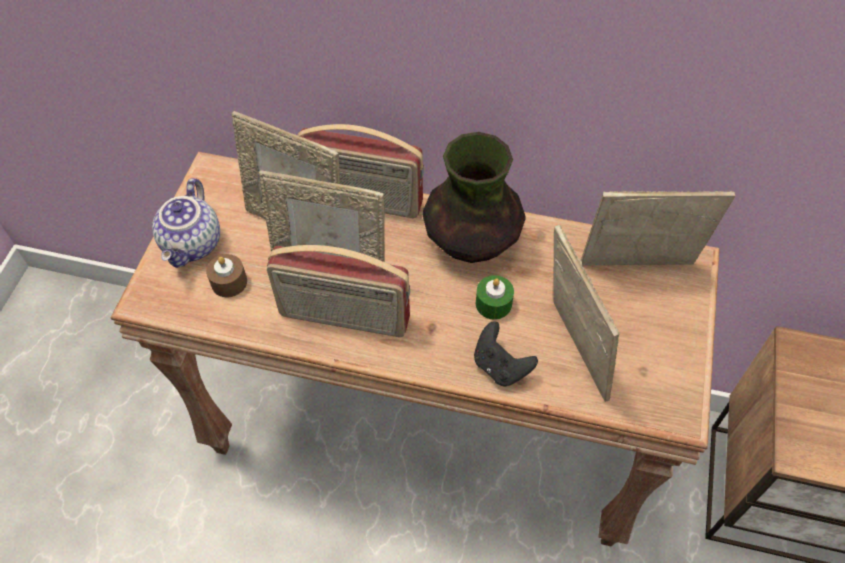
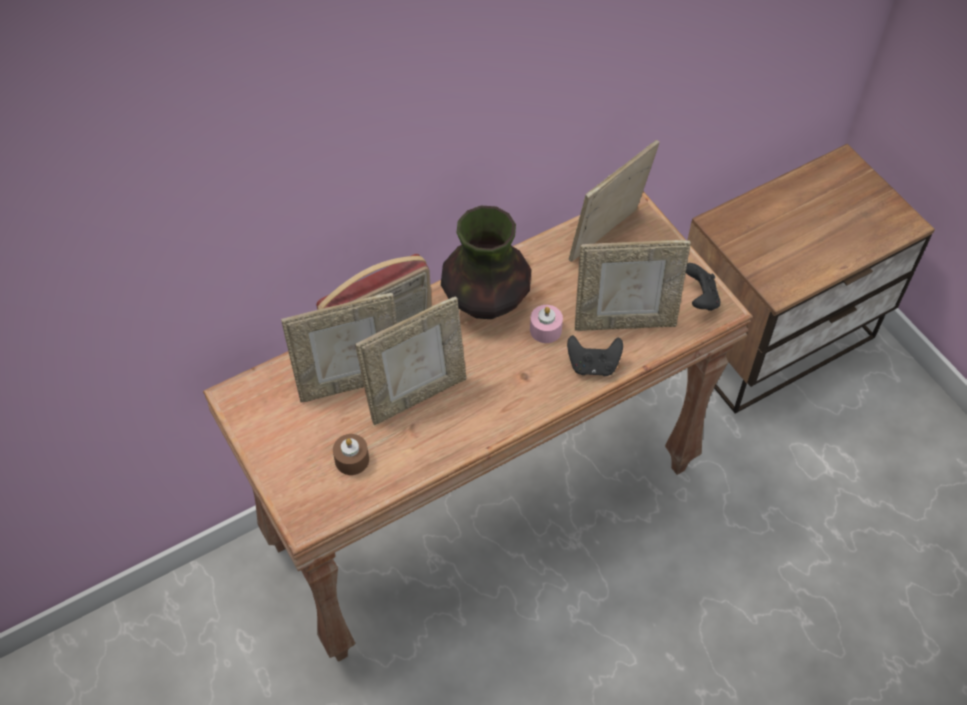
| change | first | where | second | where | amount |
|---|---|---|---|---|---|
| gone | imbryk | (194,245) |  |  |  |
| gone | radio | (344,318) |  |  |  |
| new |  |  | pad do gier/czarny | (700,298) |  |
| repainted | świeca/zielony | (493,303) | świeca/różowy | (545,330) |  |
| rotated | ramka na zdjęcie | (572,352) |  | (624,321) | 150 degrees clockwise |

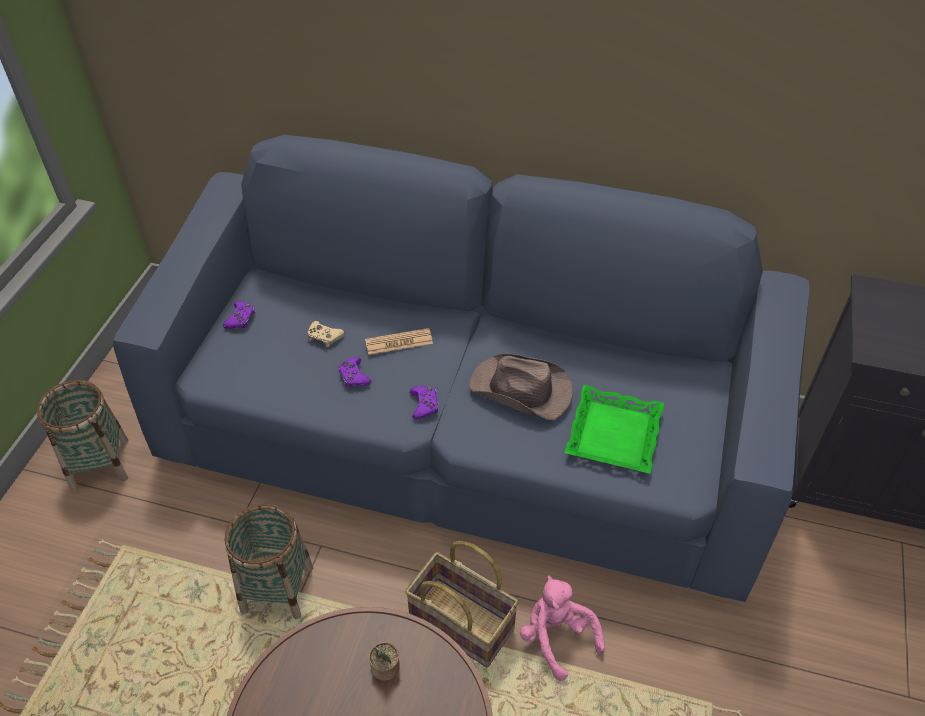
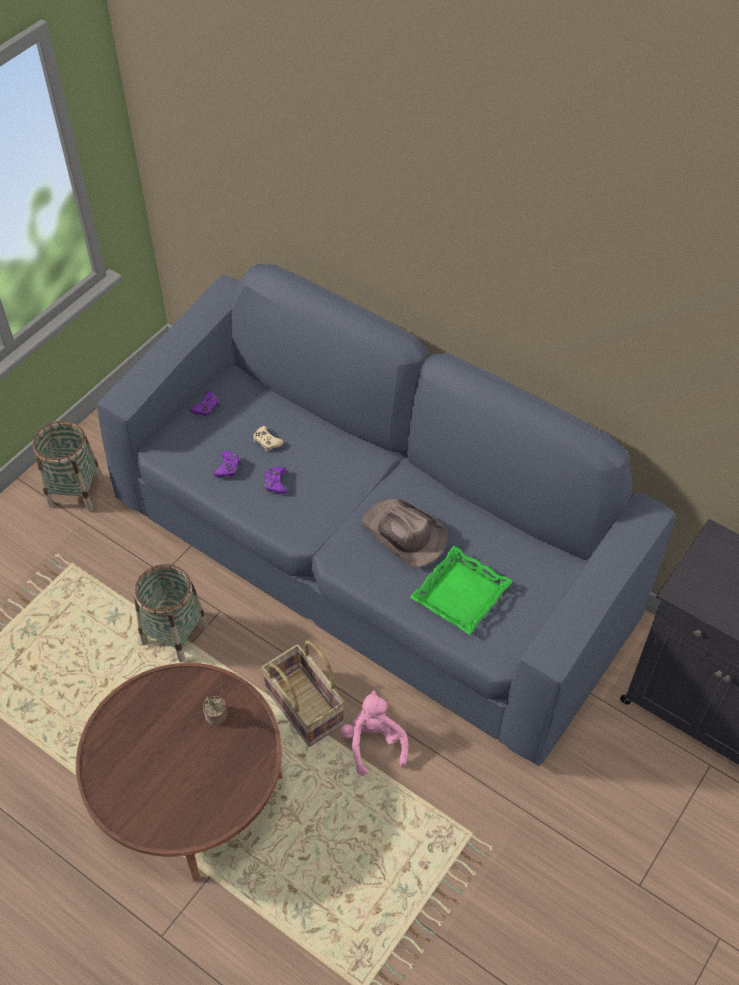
| change | first | where | second | where | amount |
|---|---|---|---|---|---|
| gone | gazeta | (399,342) |  |  |  |
| shifted | pad do gier/fioletowy | (424,405) |  | (228,467) |  |

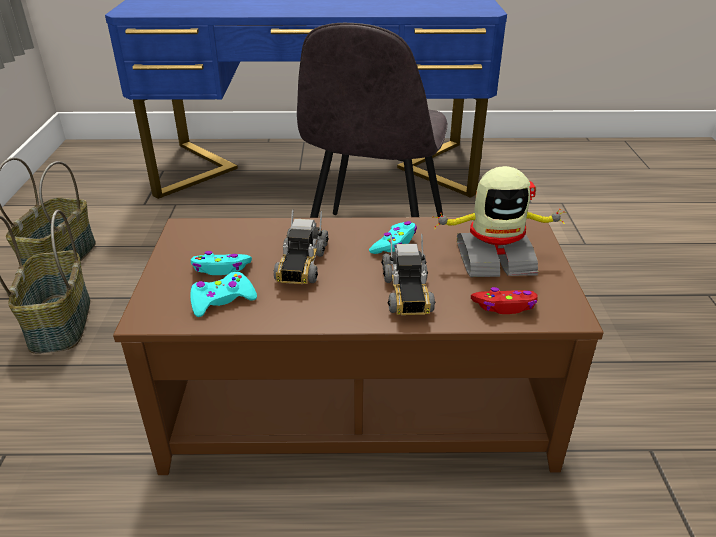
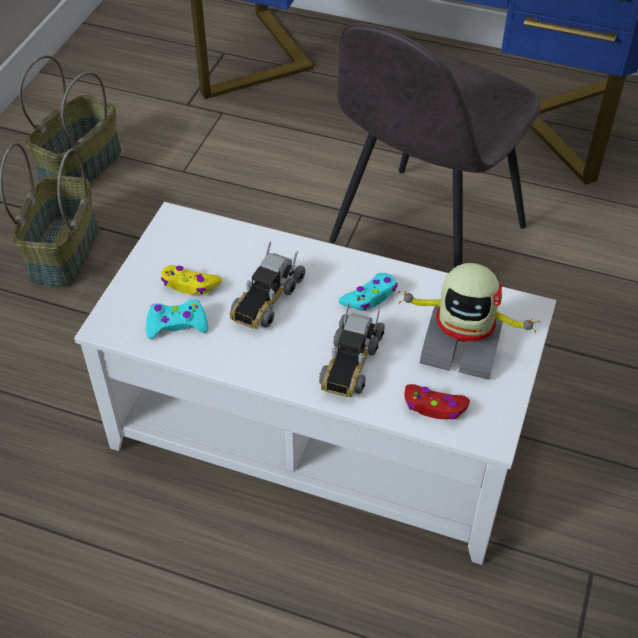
| change | first | where | second | where | amount |
|---|---|---|---|---|---|
| repainted | ława/brązowy | (358,400) | ława/biały | (320,427) |  |
| repainted | pad do gier/turkusowy | (221,269) | pad do gier/żółty | (190,285) |  |

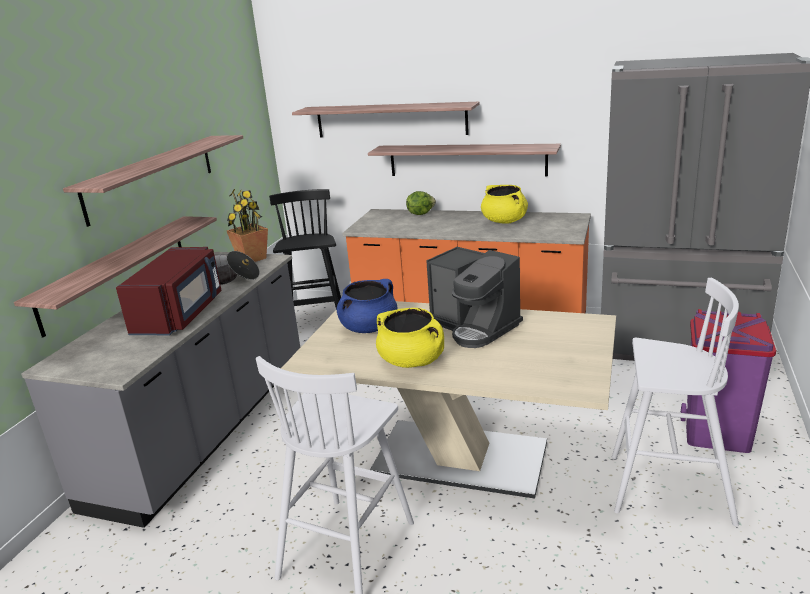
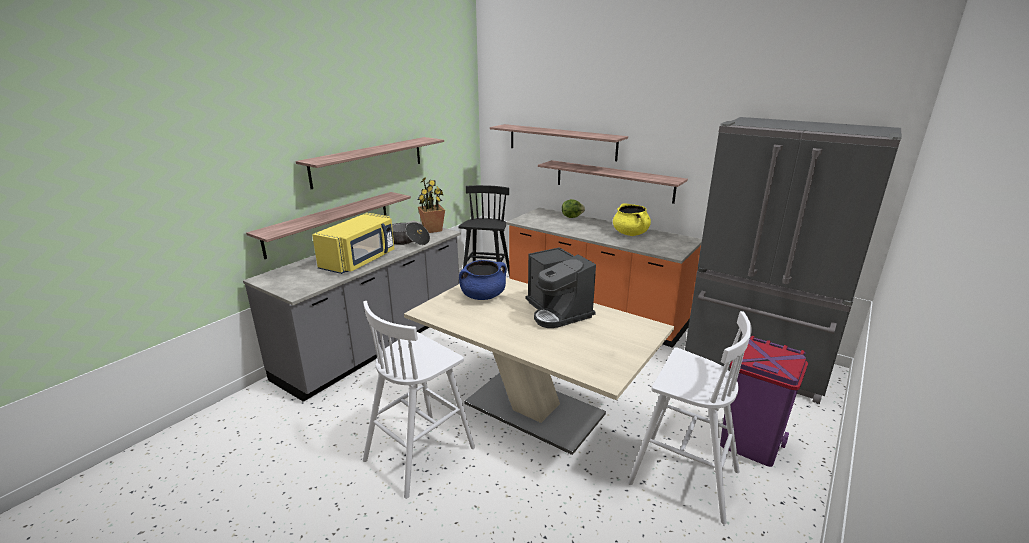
| change | first | where | second | where | amount |
|---|---|---|---|---|---|
| gone | garnek/żółty | (412,361) |  |  |  |
| repainted | mikrofalówka/czerwony | (180,314) | mikrofalówka/żółty | (360,261) |  |

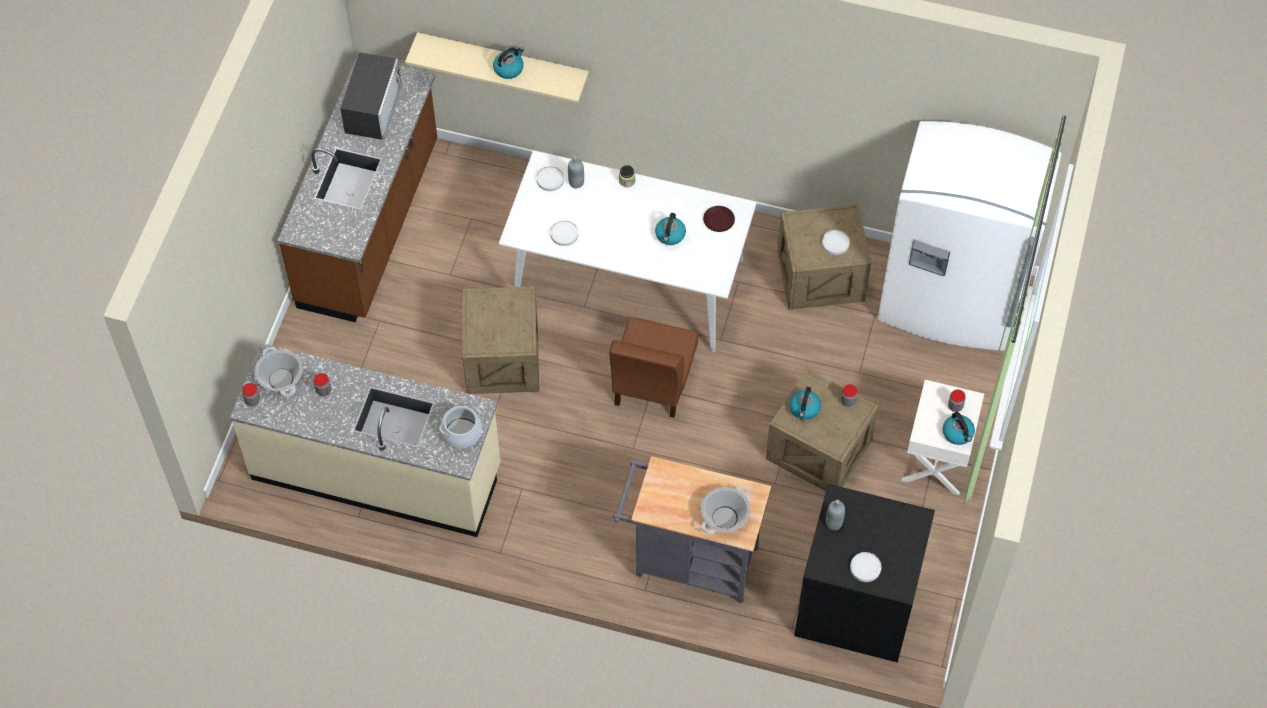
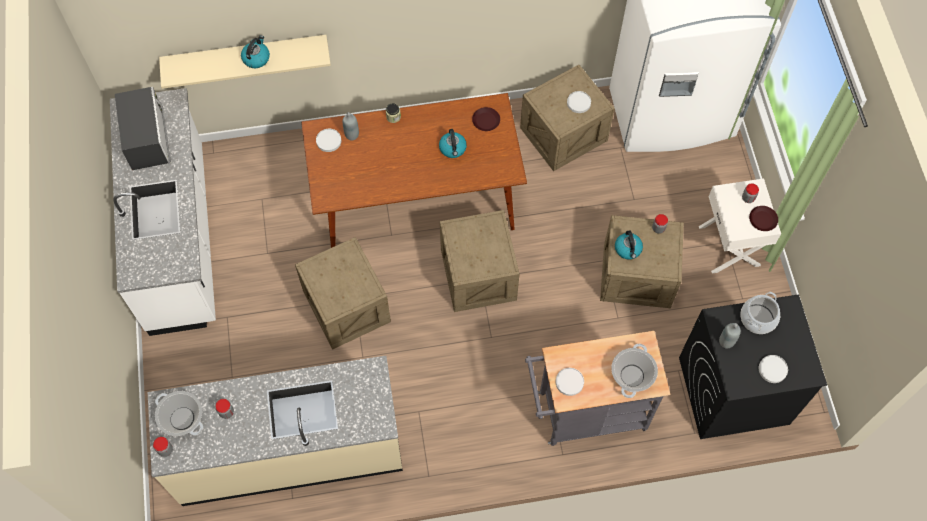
| change | first | where | second | where | amount |
|---|---|---|---|---|---|
| shifted | garnek | (462,433) |  | (758,318) |  |
| shifted | talerz/biały | (564,234) |  | (569,382) |  |
| swapped | krzesło/brązowy | (652,382) | skrzynka | (478,275) |  |
| swapped | czajnik | (958,433) | talerz/brązowy | (762,219) |  |
| repainted | zabudowa kuchenna/brązowy | (370,226) | zabudowa kuchenna/biały | (179,238) |  |
| repainted | stół jadalny/biały | (629,281) | stół jadalny/brązowy | (417,198) |  |

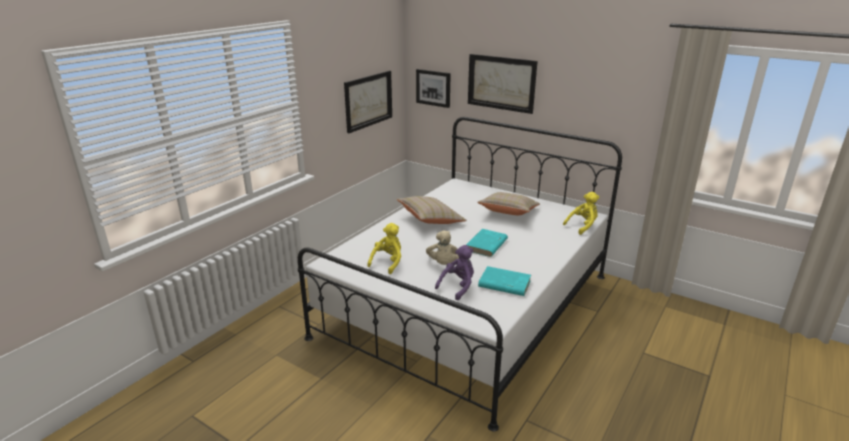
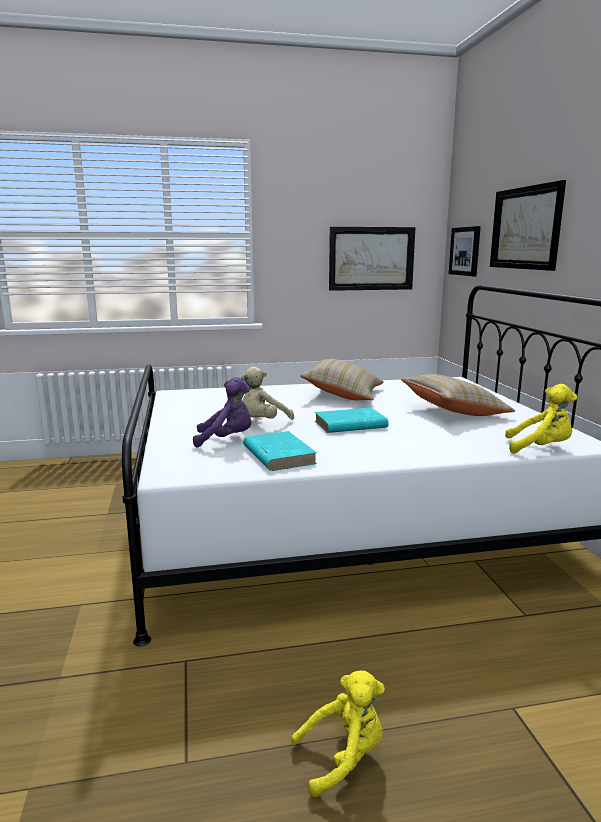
| change | first | where | second | where | amount |
|---|---|---|---|---|---|
| shifted | pluszak/żółty | (388,262) |  | (343,757) |  |

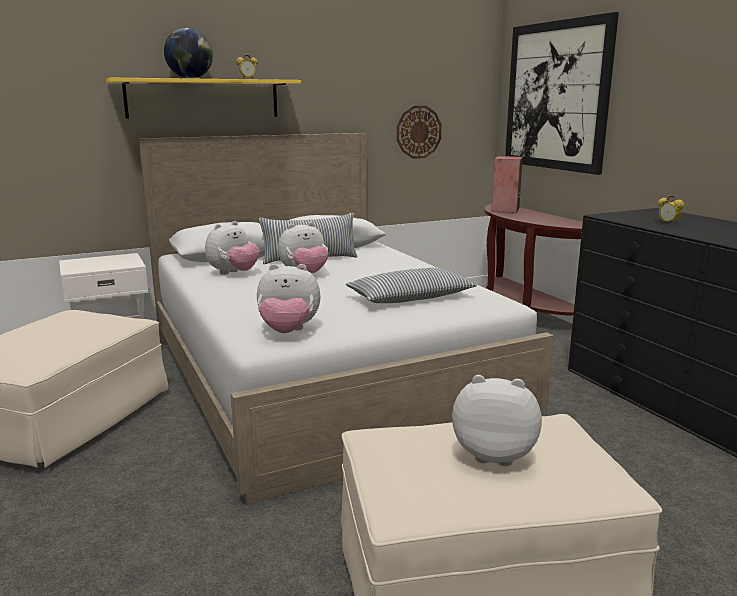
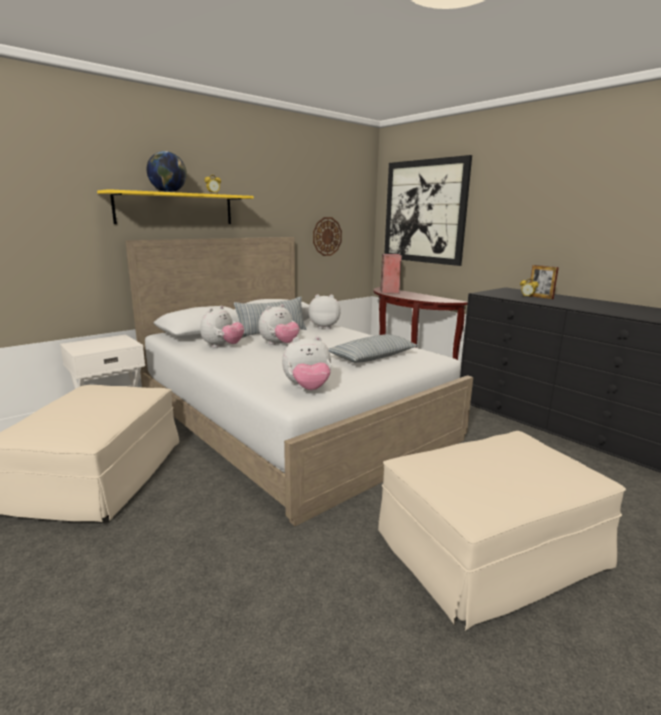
| change | first | where | second | where | amount |
|---|---|---|---|---|---|
| new |  |  | ramka na zdjęcie | (540,297) |  |
| shifted | pluszak | (494,454) |  | (324,327) |  |

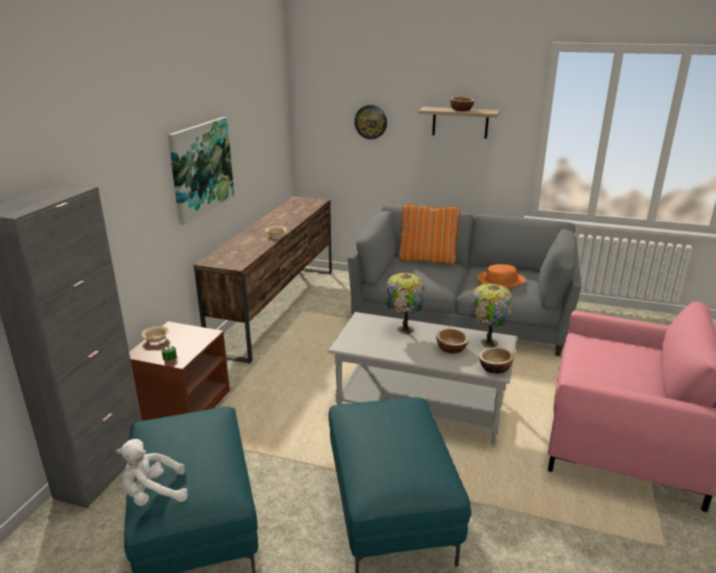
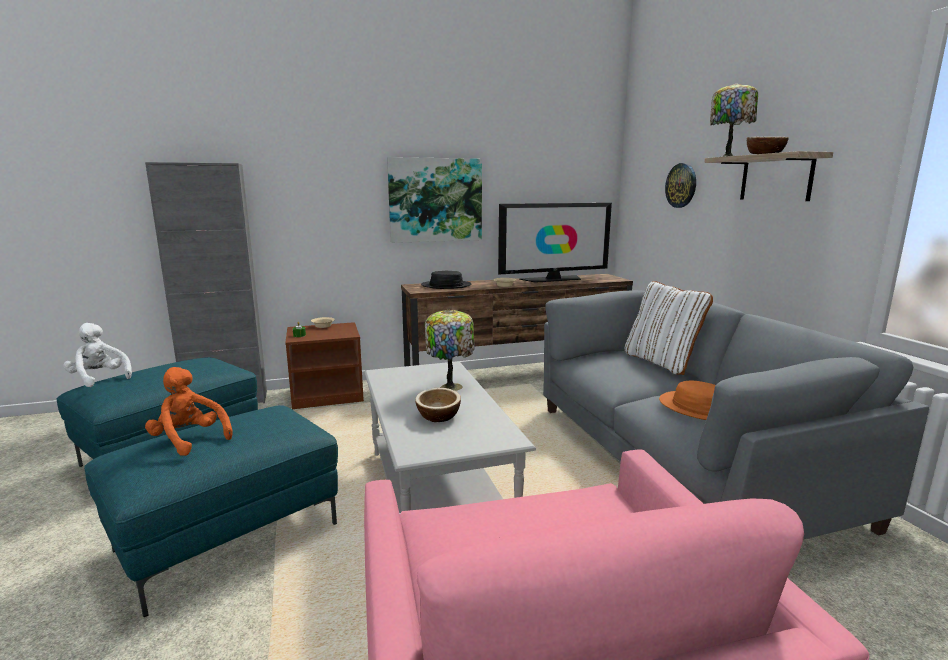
| change | first | where | second | where | amount |
|---|---|---|---|---|---|
| gone | miska | (495,368) |  |  |  |
| new |  |  | pluszak/pomarańczowy | (189,440) |  |
| new |  |  | kapelusz/czarny | (446,286) |  |
| new |  |  | telewizor | (553,279) |  |
| shifted | lampa stołowa | (487,342) |  | (728,157) |  |
| repainted | poduszka/pomarańczowy | (427,259) | poduszka/biały | (661,362) |  |

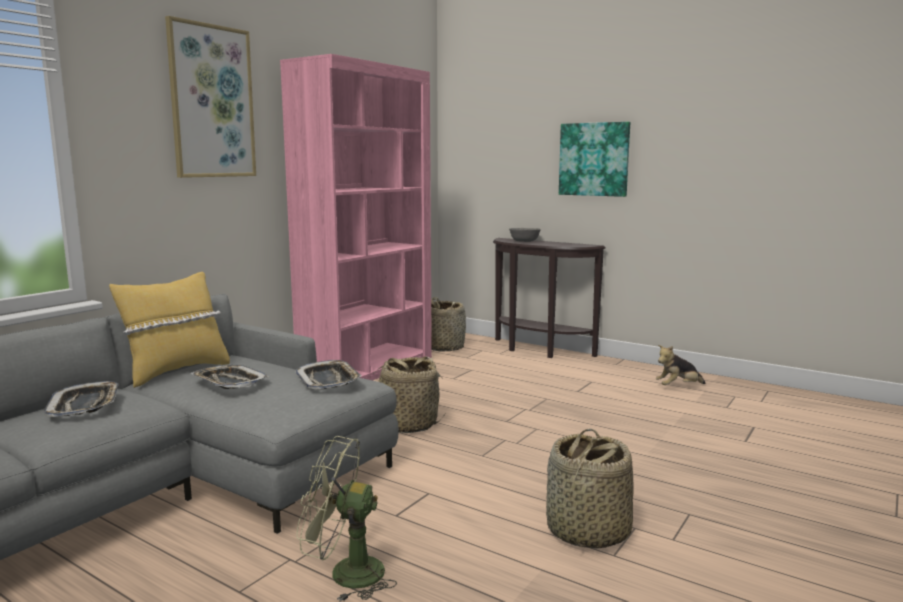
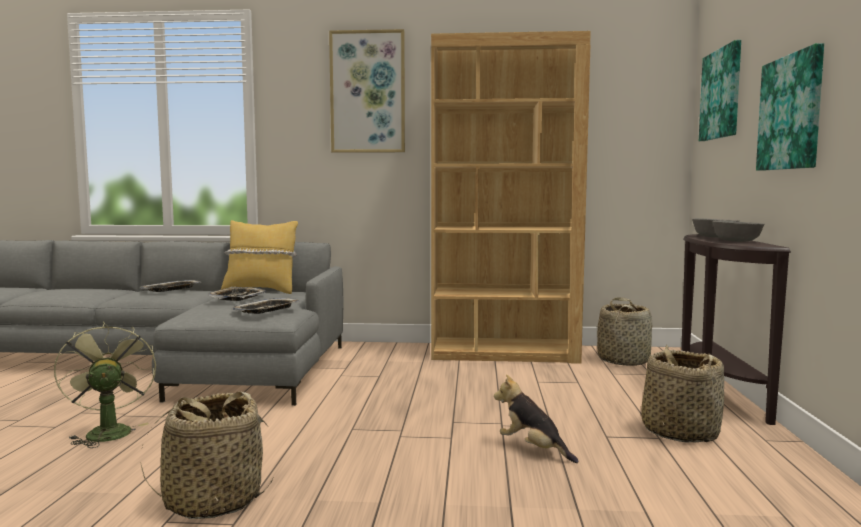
| change | first | where | second | where | amount |
|---|---|---|---|---|---|
| new |  |  | obraz | (721,94) |  |
| new |  |  | miska/szary | (736,241) |  |
| shifted | koszyk | (407,424) |  | (679,432) |  |
| shifted | pluszak | (678,387) |  | (533,449) |  |
| repainted | regał/różowy | (368,369) | regał/brązowy | (504,353) |  |

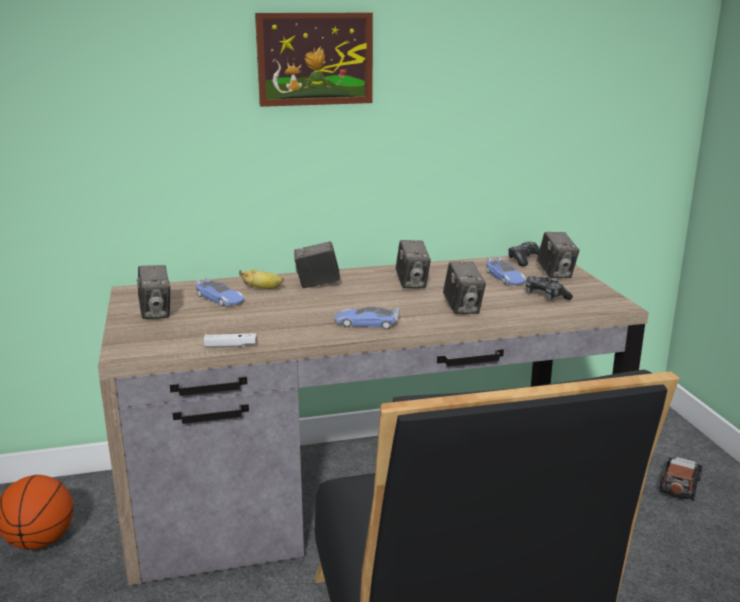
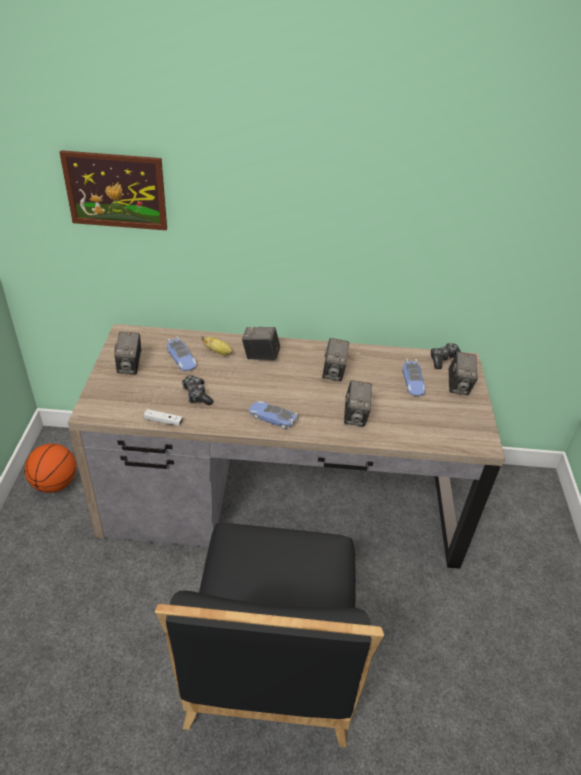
| change | first | where | second | where | amount |
|---|---|---|---|---|---|
| gone | samochodzik | (679,485) |  |  |  |
| shifted | obraz | (315,59) |  | (116,190) |  |
| shifted | pad do gier | (545,296) |  | (196,395) |  |

